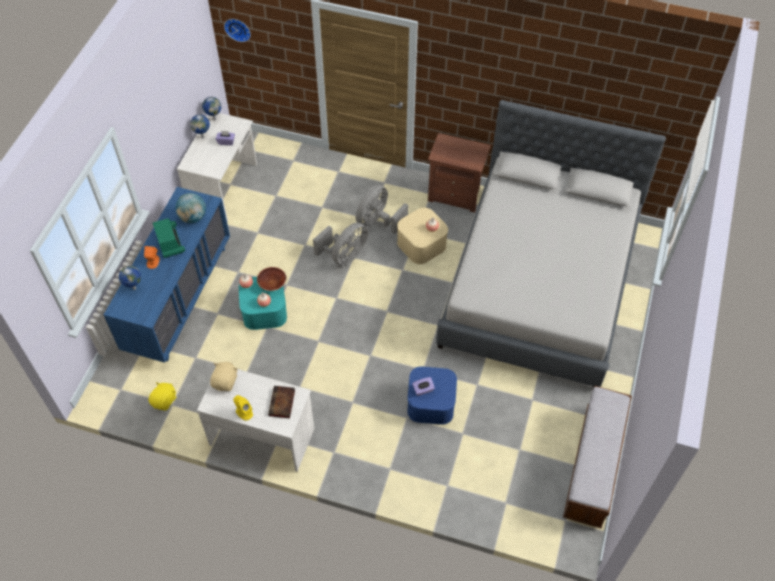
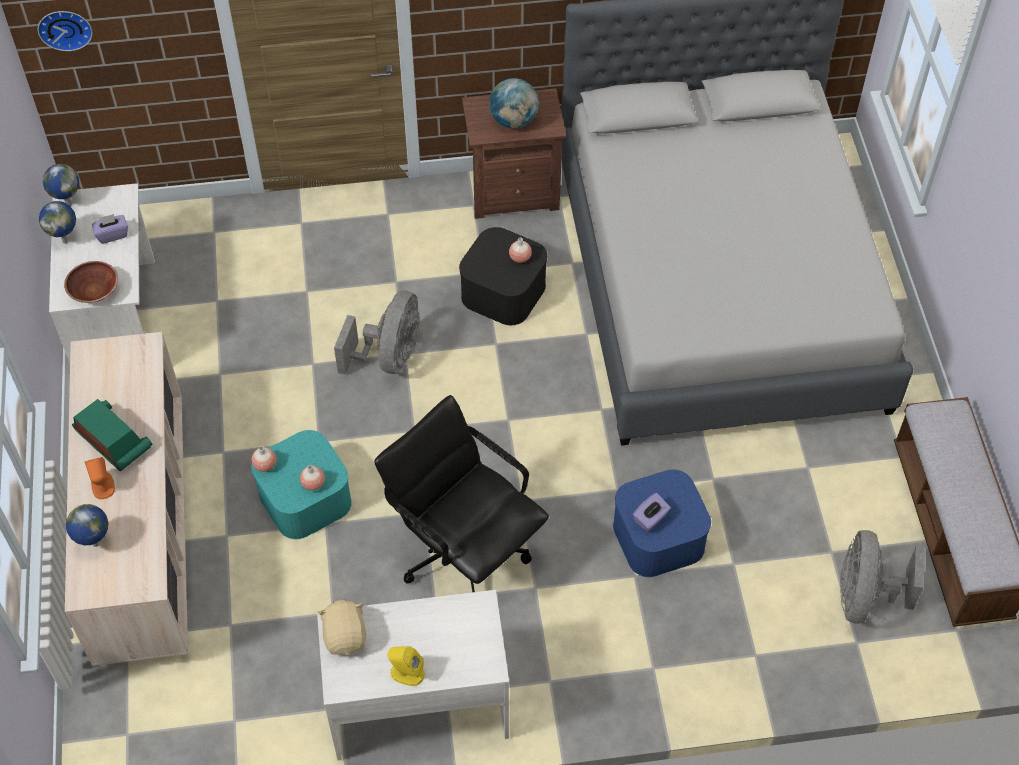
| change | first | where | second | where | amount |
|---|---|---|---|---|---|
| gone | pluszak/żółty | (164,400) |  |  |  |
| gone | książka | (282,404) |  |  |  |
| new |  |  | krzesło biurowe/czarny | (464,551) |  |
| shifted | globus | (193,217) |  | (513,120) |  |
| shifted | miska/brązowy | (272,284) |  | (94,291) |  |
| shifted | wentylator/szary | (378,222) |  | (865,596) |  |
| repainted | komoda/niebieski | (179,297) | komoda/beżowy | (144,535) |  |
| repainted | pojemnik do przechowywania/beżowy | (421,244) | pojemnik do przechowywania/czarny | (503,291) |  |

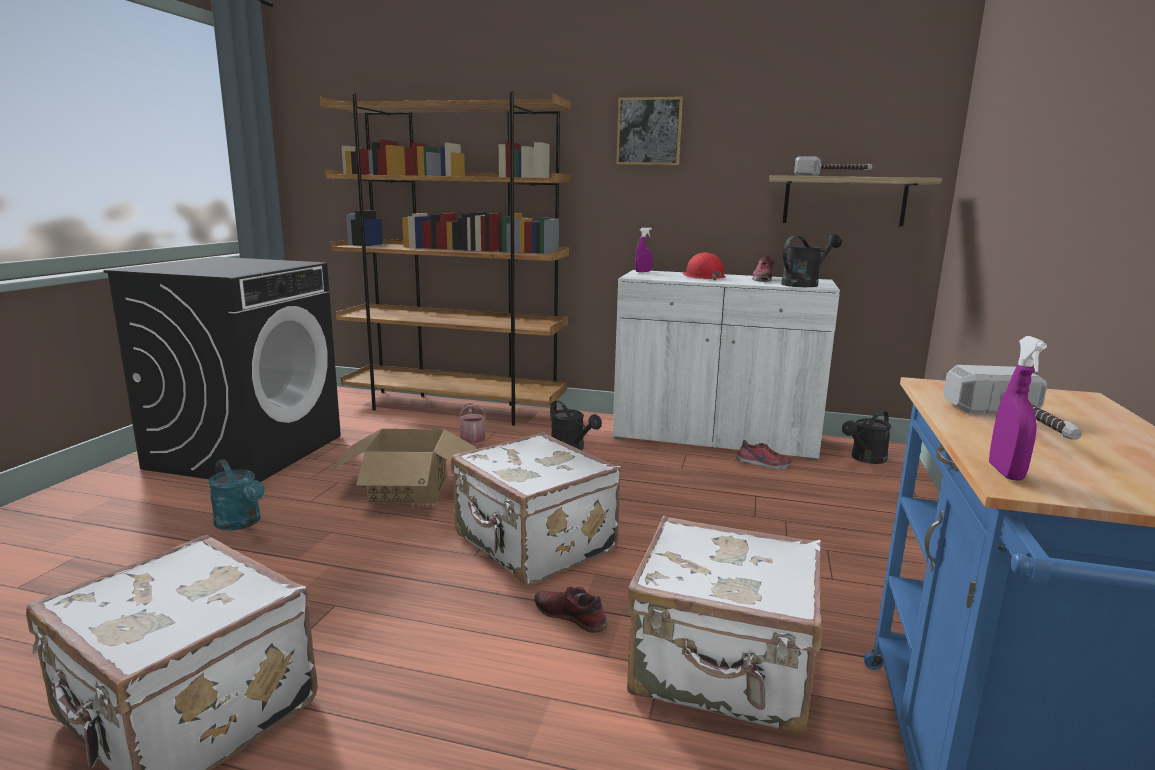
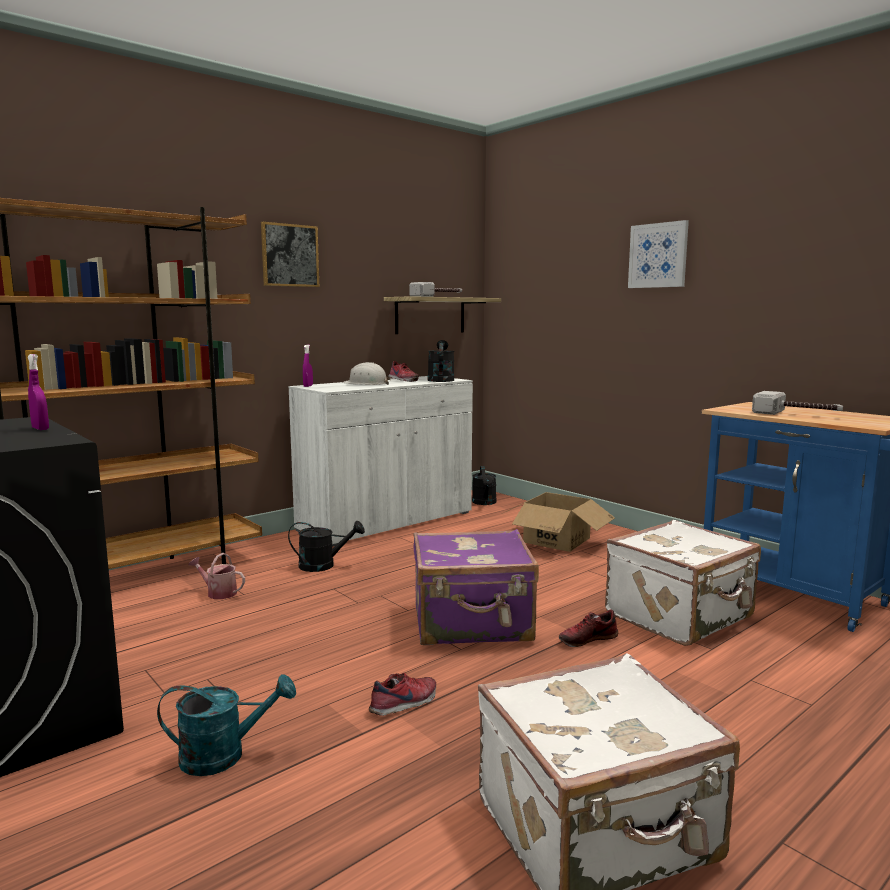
| change | first | where | second | where | amount |
|---|---|---|---|---|---|
| new |  |  | obraz | (658,255) |  |
| shifted | karton | (408,489) |  | (557,540) |  |
| shifted | but | (763,465) |  | (404,704) |  |
| shifted | spryskiwacz/fioletowy | (1005,473) |  | (40,429) |  |
| repainted | walizka/biały | (533,545) | walizka/fioletowy | (472,624) |  |
| repainted | kask/czerwony | (703,277) | kask/biały | (366,383) |  |

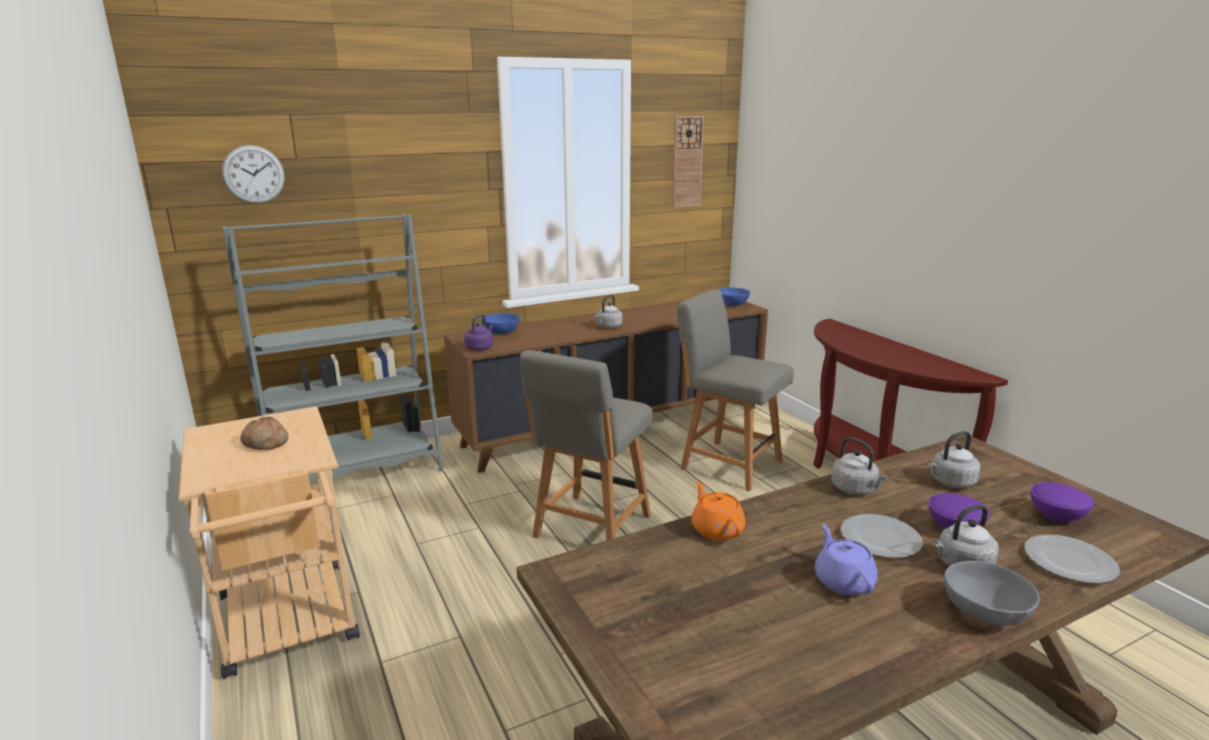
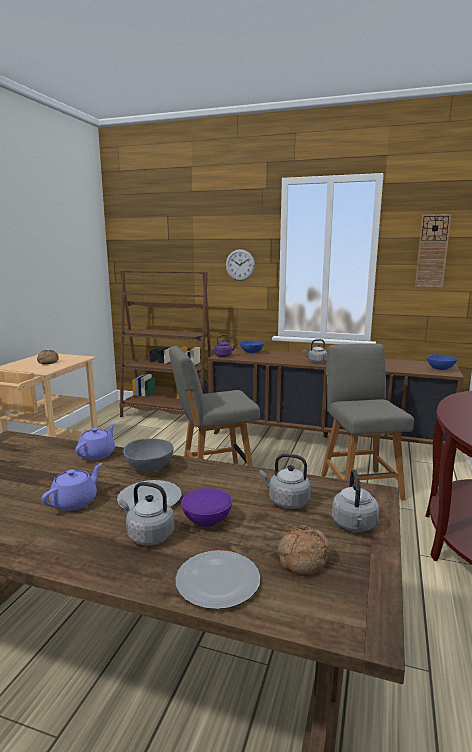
| change | first | where | second | where | amount |
|---|---|---|---|---|---|
| shifted | zegar ścienny | (253,174) |  | (240,265) |  |
| shifted | czajnik/szary | (855,489) |  | (354,525) |  |
| shifted | miska/szary | (985,614) |  | (149,468) |  |
| swapped | miska/fioletowy | (1055,515) | chleb | (303,558) |  |
| repainted | regał/szary | (356,471) | regał/brązowy | (168,414) |  |
| repainted | imbryk/pomarańczowy | (716,529) | imbryk/fioletowy | (97,454) |  |

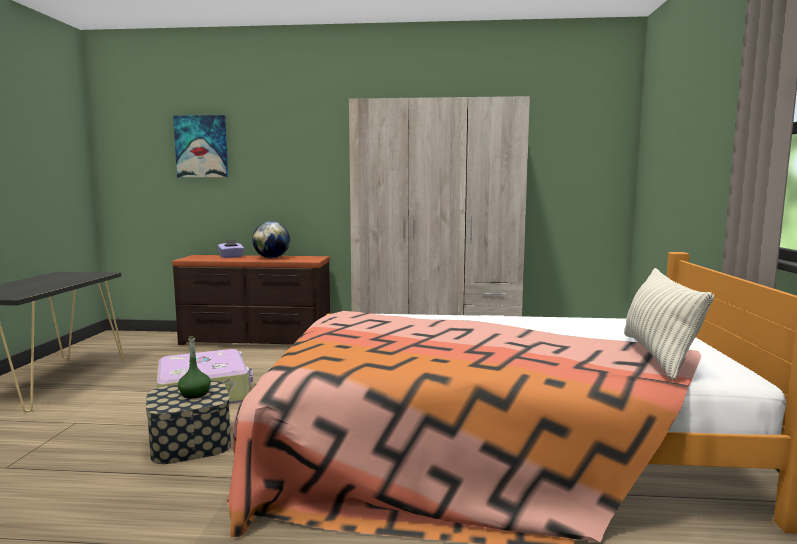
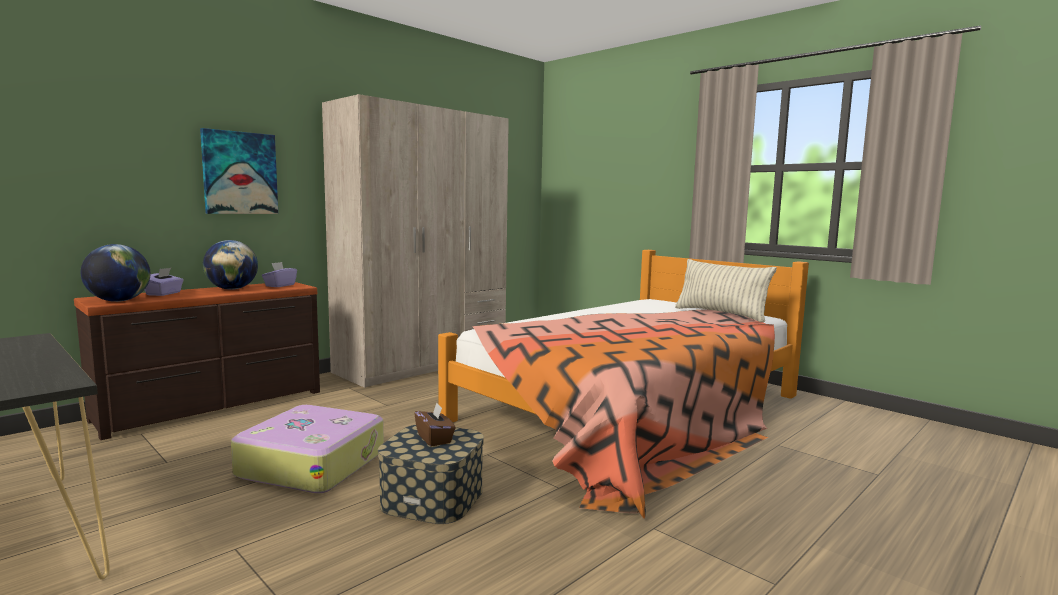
| change | first | where | second | where | amount |
|---|---|---|---|---|---|
| new |  |  | globus | (118,301) |  |
| new |  |  | pudełko chusteczek/fioletowy | (280,285) |  |
| shifted | obraz | (201,146) |  | (240,173) |  |
| swapped | butelka/zielony | (194,394) | pudełko chusteczek/brązowy | (435,439) |  |

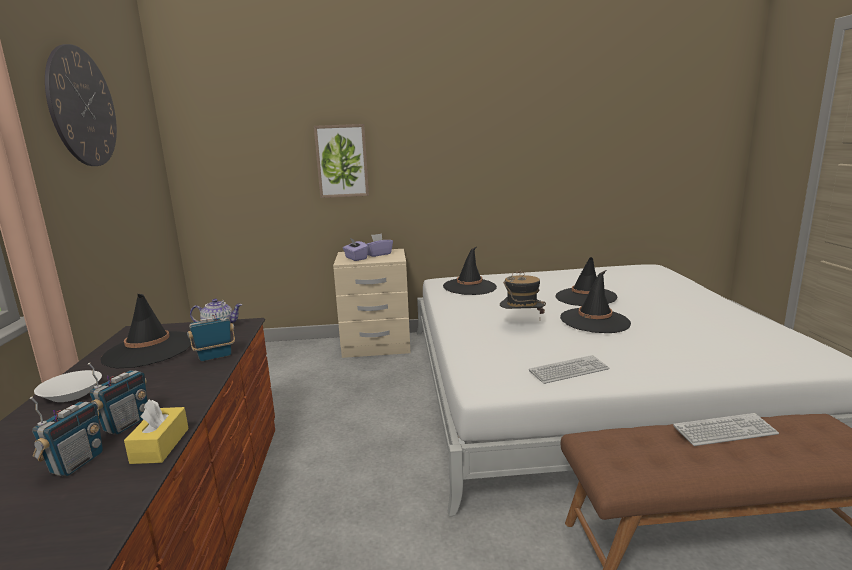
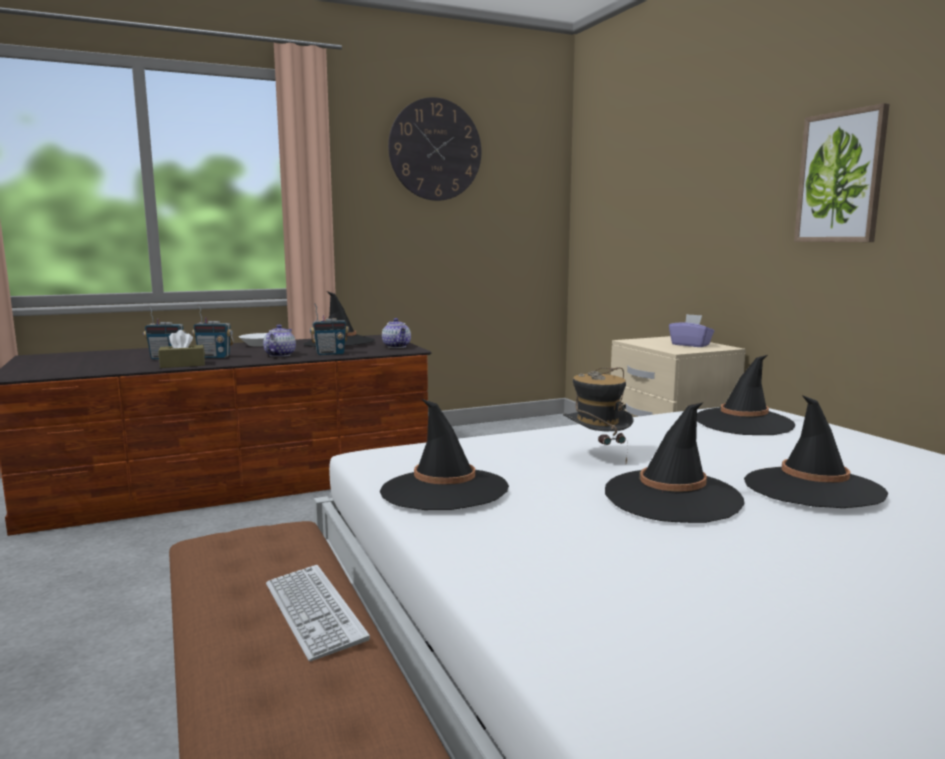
| change | first | where | second | where | amount |
|---|---|---|---|---|---|
| gone | pudełko chusteczek/fioletowy | (355,258) |  |  |  |
| new |  |  | imbryk | (279,355) |  |
| shifted | obraz | (342,161) |  | (841,177) |  |
| swapped | klawiatura | (569,370) | kapelusz/czarny | (444,490) |  |
| repainted | pudełko chusteczek/żółty | (160,445) | pudełko chusteczek/brązowy | (182,365) |  |
| rotated | radio | (215,356) |  | (330,354) | 120 degrees clockwise |

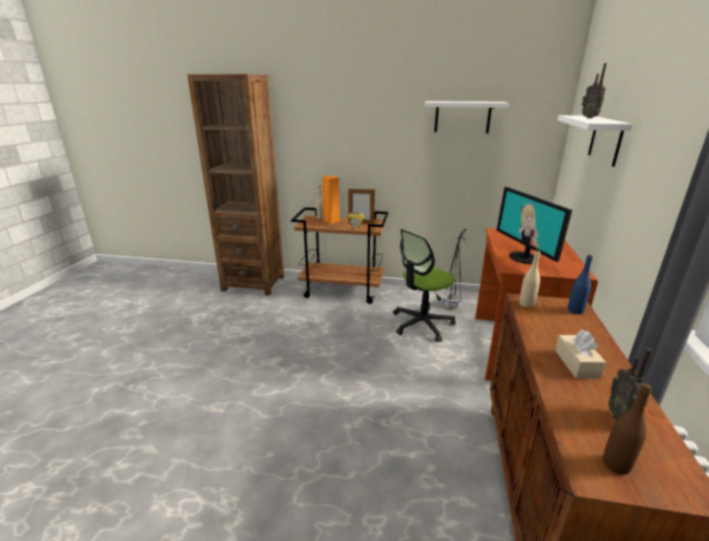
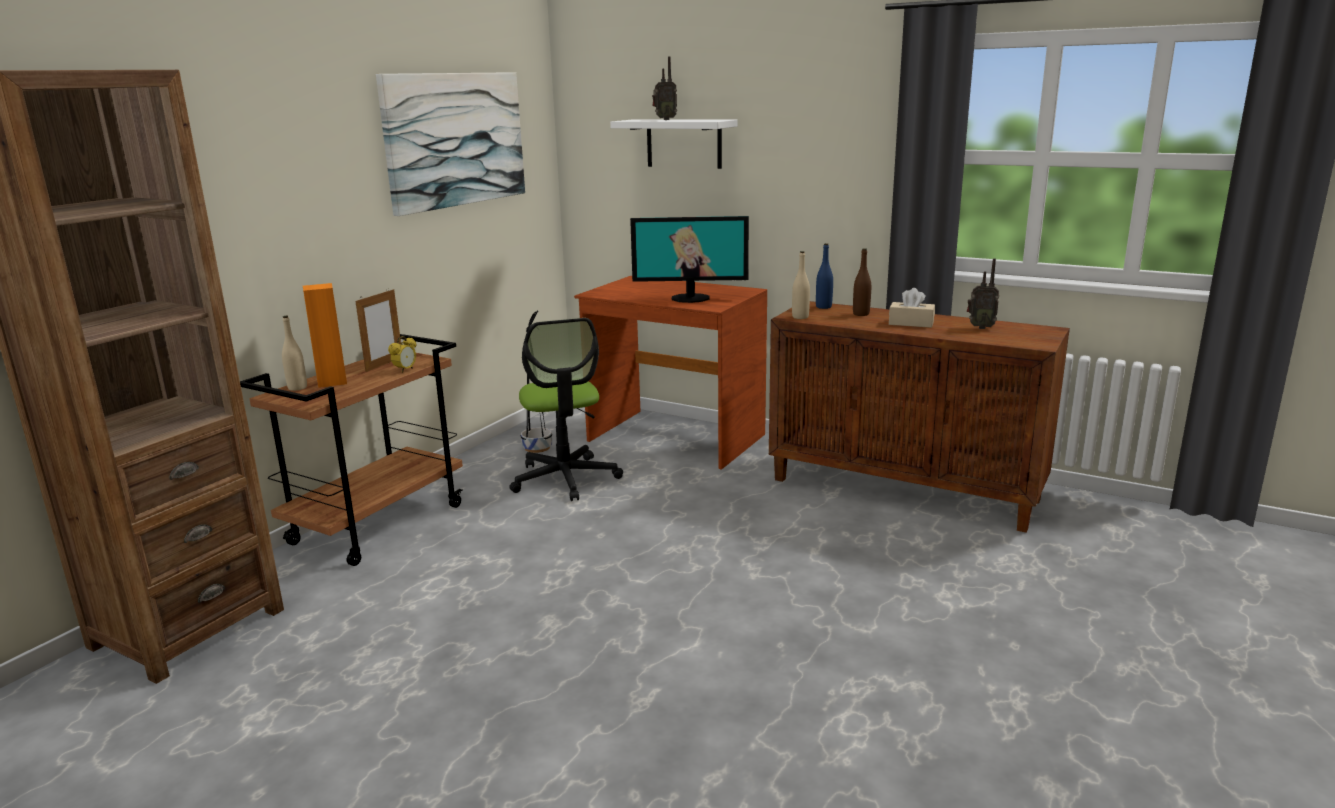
| change | first | where | second | where | amount |
|---|---|---|---|---|---|
| shifted | butelka/brązowy | (616,465) |  | (861,314) |  |
| swapped | półka/biały | (462,117) | obraz | (455,139) |  |

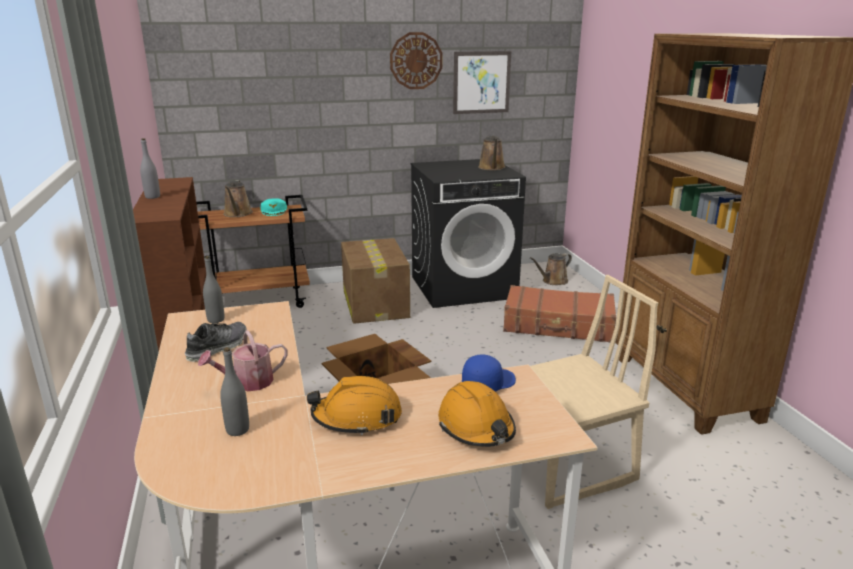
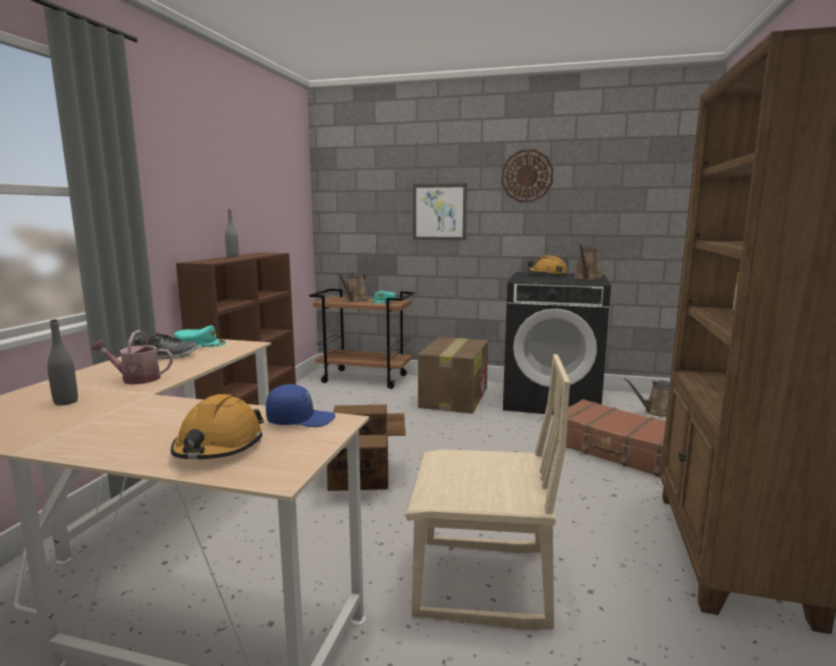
| change | first | where | second | where | amount |
|---|---|---|---|---|---|
| shifted | kask/pomarańczowy | (357,417) |  | (547,274) |  |
| shifted | obraz | (481,82) |  | (439,212) |  |
| swapped | butelka/szary | (216,320) | czapka z daszkiem/turkusowy | (200,344) |  |

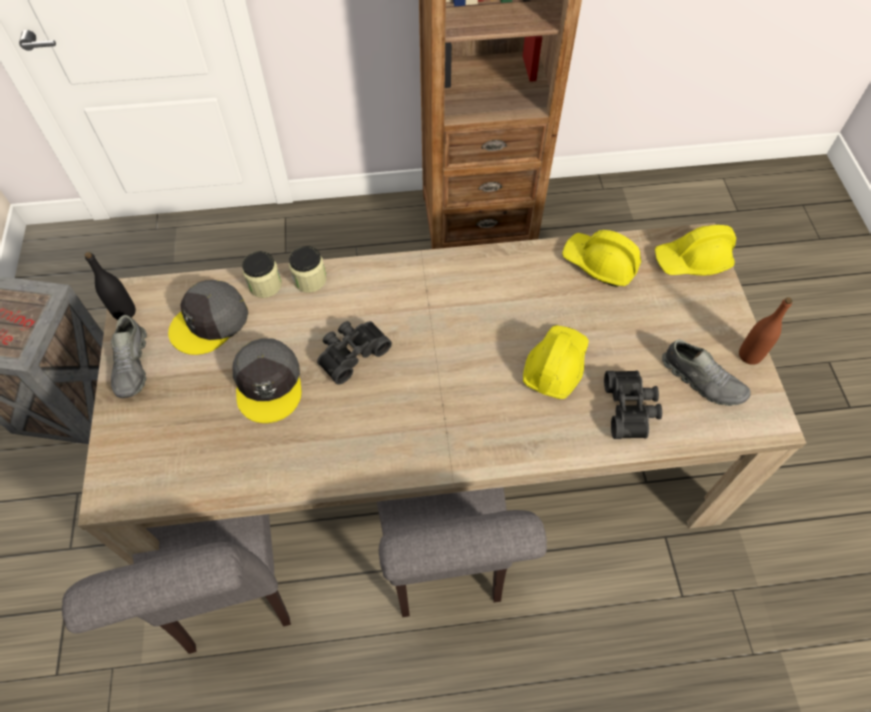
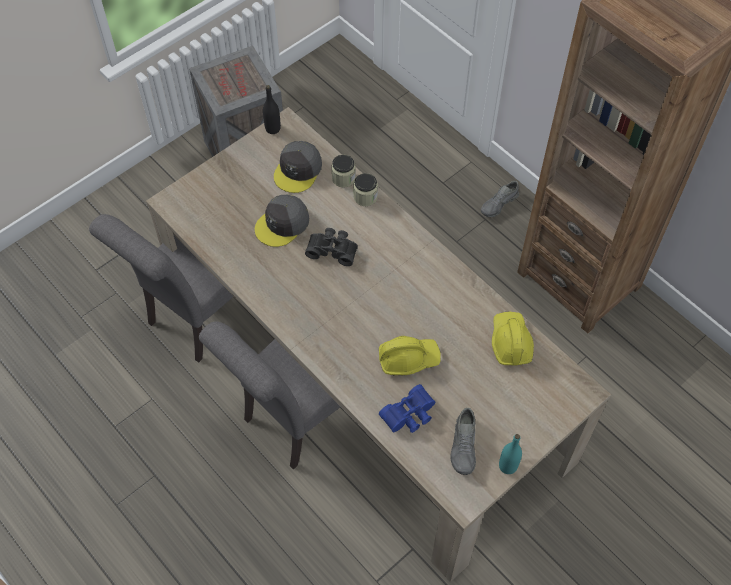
| change | first | where | second | where | amount |
|---|---|---|---|---|---|
| gone | kask/żółty | (692,261) |  |  |  |
| shifted | but/szary | (132,365) |  | (499,204) |  |
| repainted | lornetka/czarny | (631,409) | lornetka/niebieski | (410,415) |  |
| repainted | butelka/brązowy | (749,355) | butelka/turkusowy | (508,466) |  |
| rotated | czapka z daszkiem/szary | (210,322) |  | (298,170) | 75 degrees counterclockwise |

